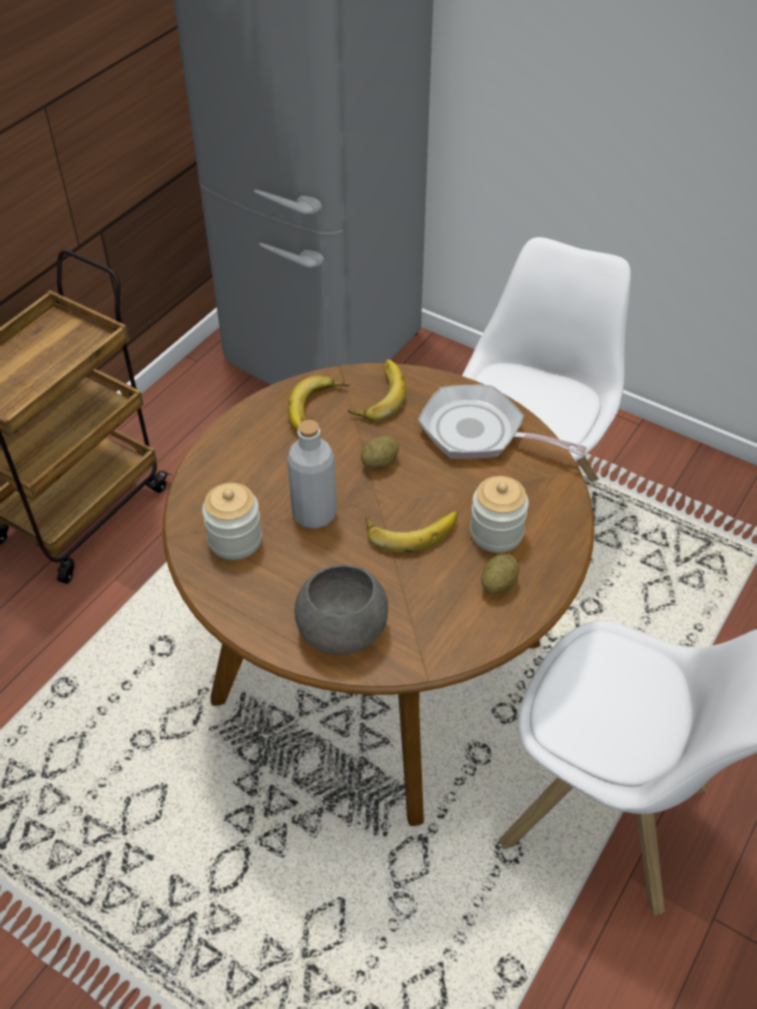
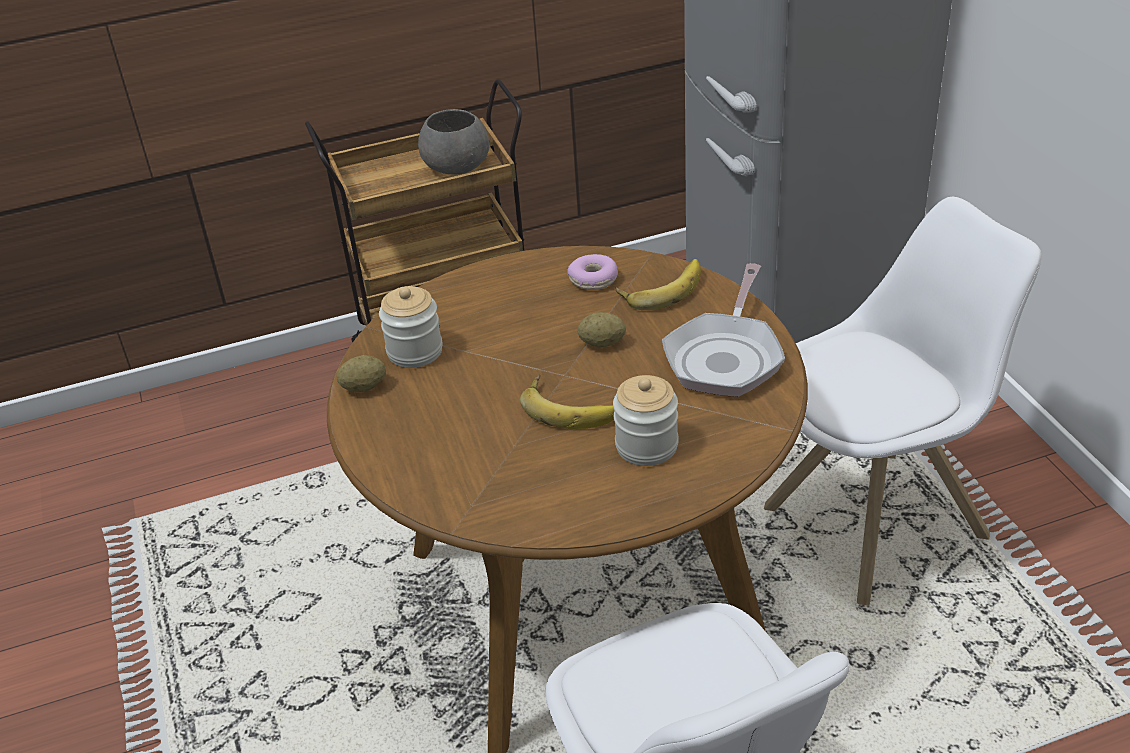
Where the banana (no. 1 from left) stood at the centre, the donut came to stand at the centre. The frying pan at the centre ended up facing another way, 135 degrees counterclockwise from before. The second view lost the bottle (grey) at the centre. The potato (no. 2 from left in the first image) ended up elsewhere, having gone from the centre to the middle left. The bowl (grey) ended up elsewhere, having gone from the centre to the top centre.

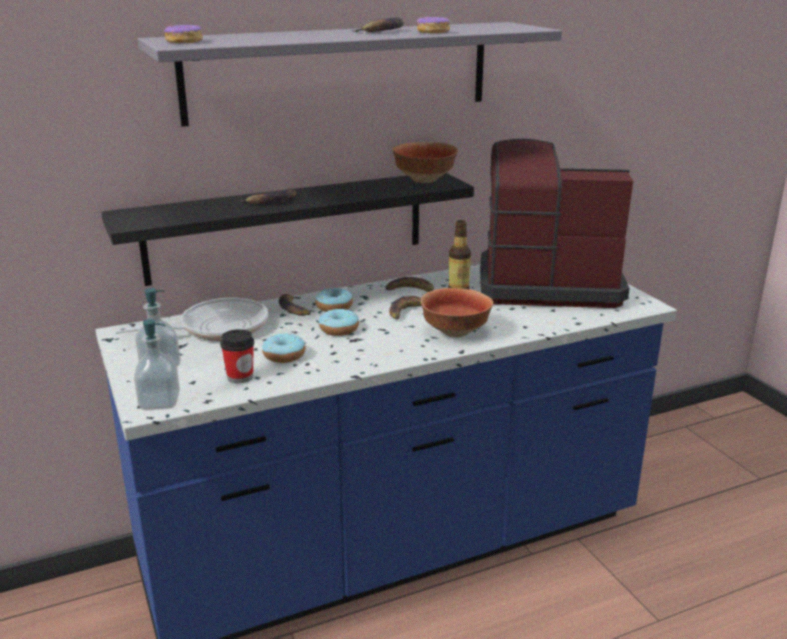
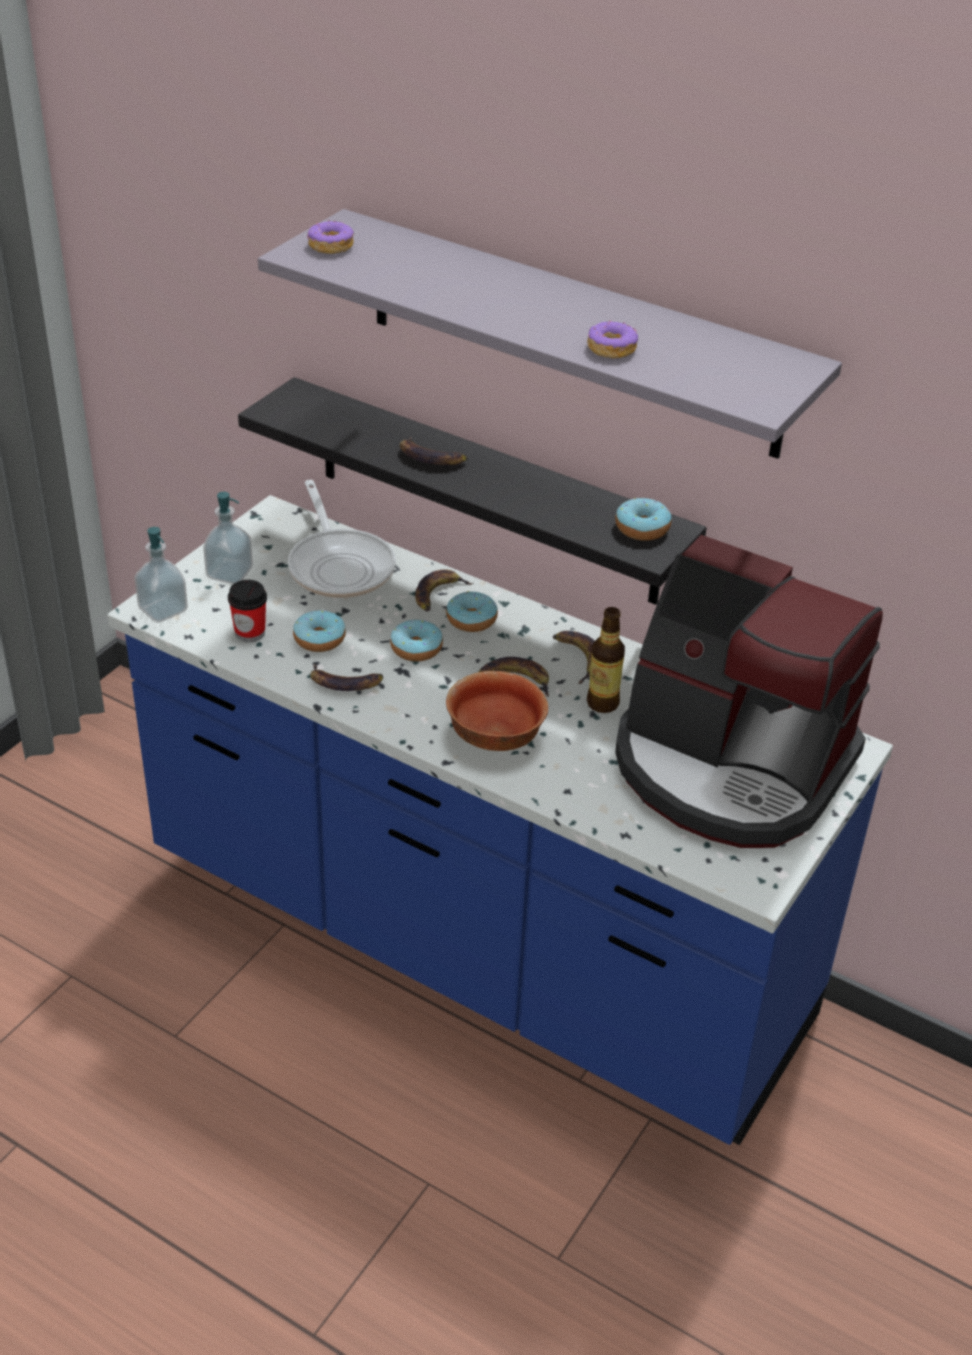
The banana (no. 3 from left in the first image) ended up elsewhere, having gone from the top centre to the centre. The coffee machine at the middle right ended up facing another way, 150 degrees clockwise from before. Where the bowl (no. 1 from left) stood at the top centre, the donut (no. 6 from left) came to stand at the centre. The frying pan at the middle left ended up facing another way, 45 degrees clockwise from before.

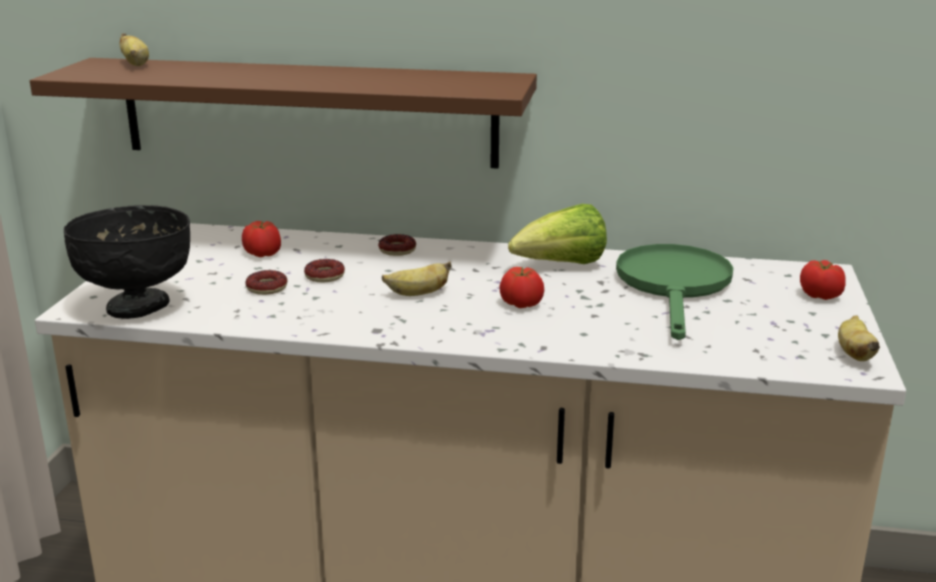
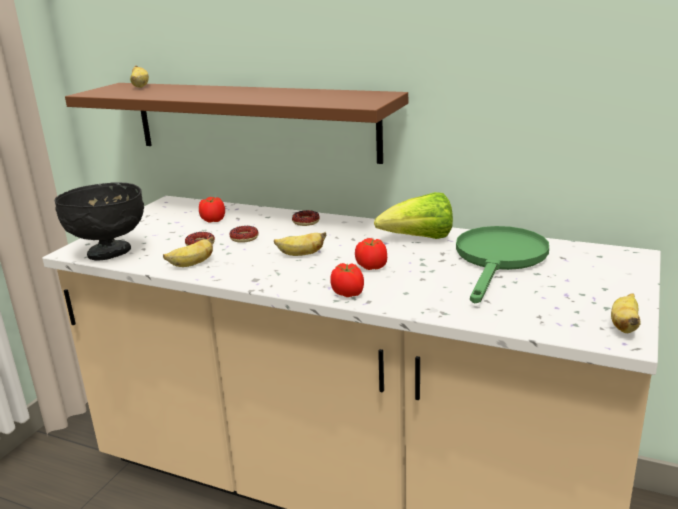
The tomato (no. 3 from left in the first image) ended up elsewhere, having gone from the middle right to the centre. The second view gained the banana (no. 2 from left) at the middle left.

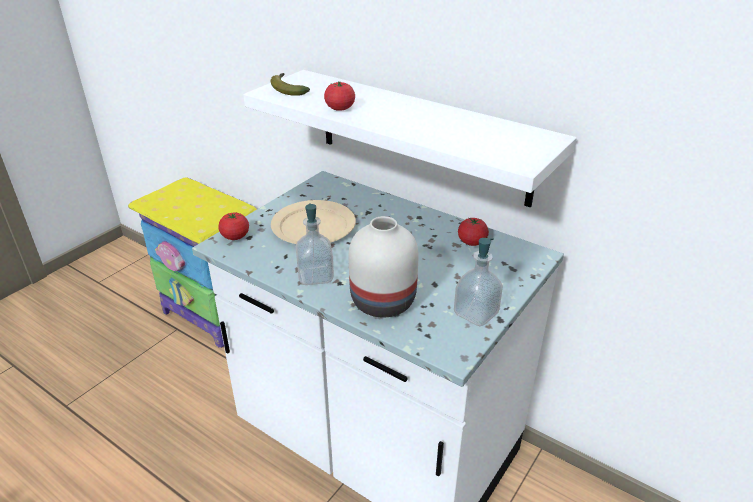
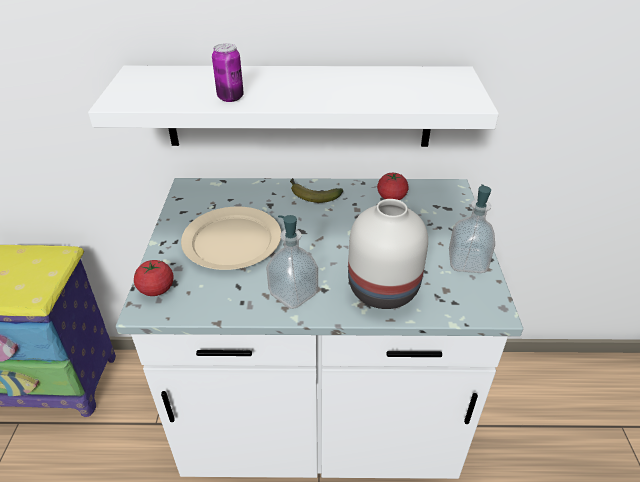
The banana ended up elsewhere, having gone from the top centre to the centre. Where the tomato (no. 2 from left) stood at the top centre, the can came to stand at the top centre.

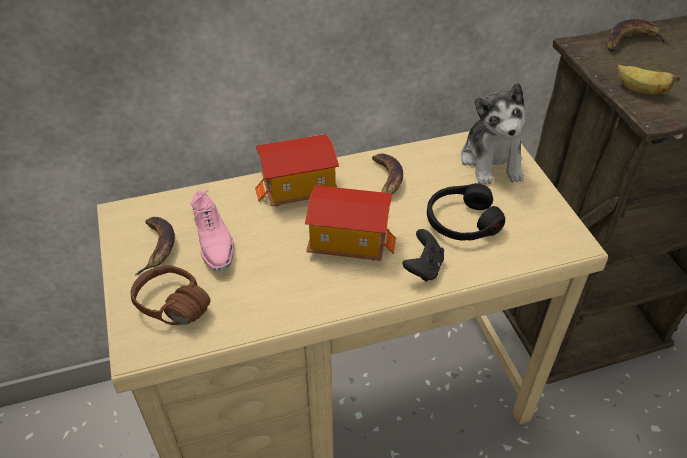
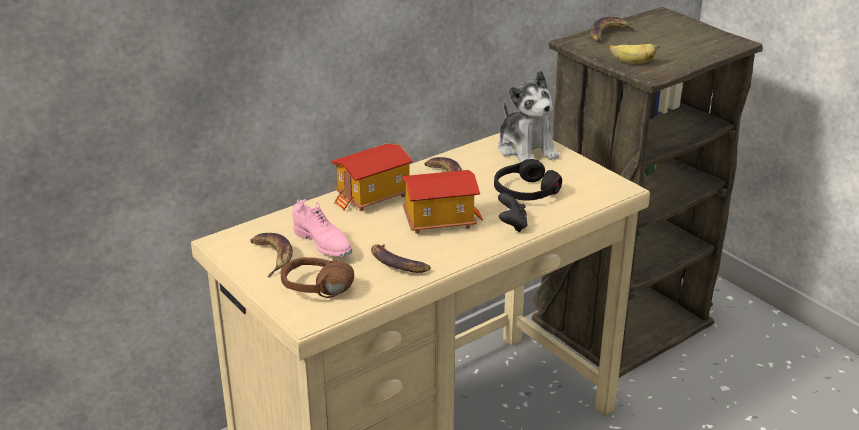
The second view gained the banana (no. 2 from left) at the centre.

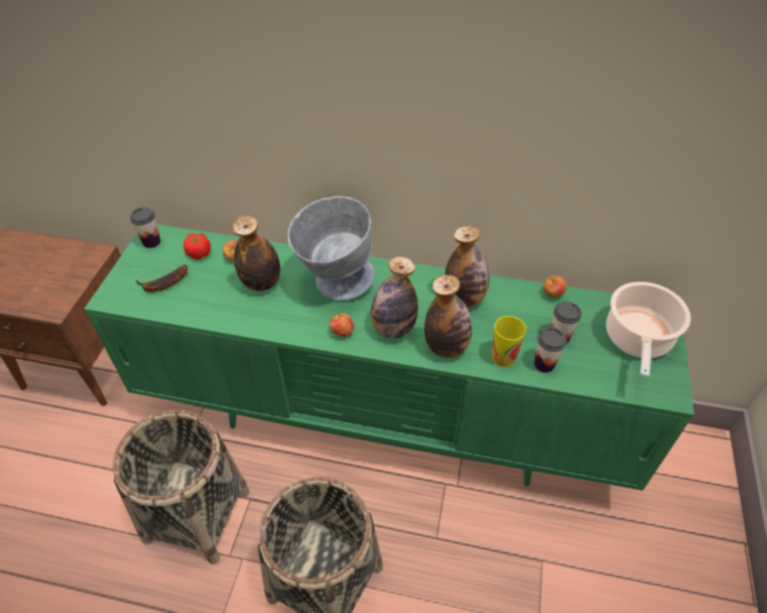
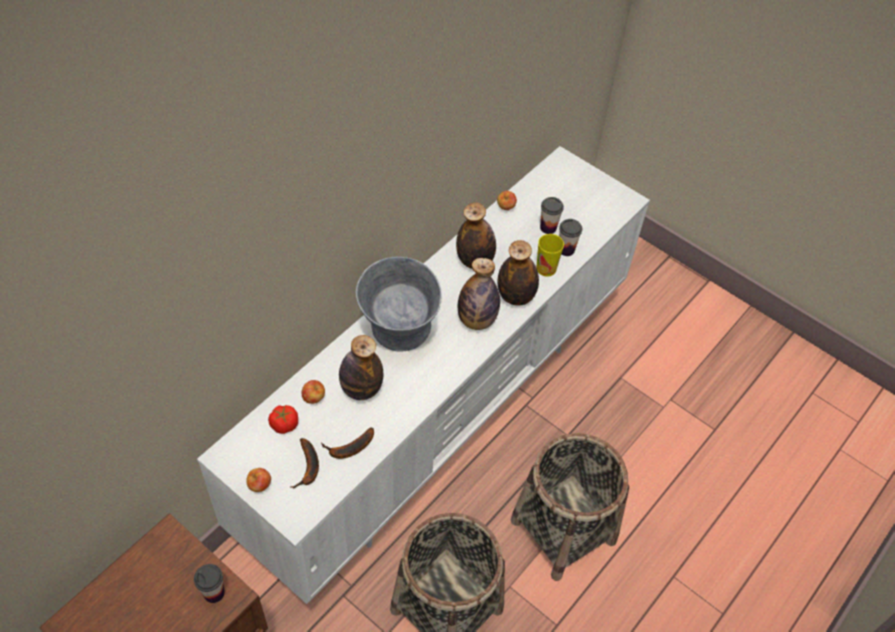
The cup (no. 1 from left) ended up elsewhere, having gone from the middle left to the bottom left. What was the cabinet (green) at the centre turned into the cabinet (white) at the centre. The second view lost the cooking pot at the middle right. The apple (no. 2 from left in the first image) ended up elsewhere, having gone from the centre to the bottom left. The second view gained the banana (no. 2 from left) at the bottom centre.

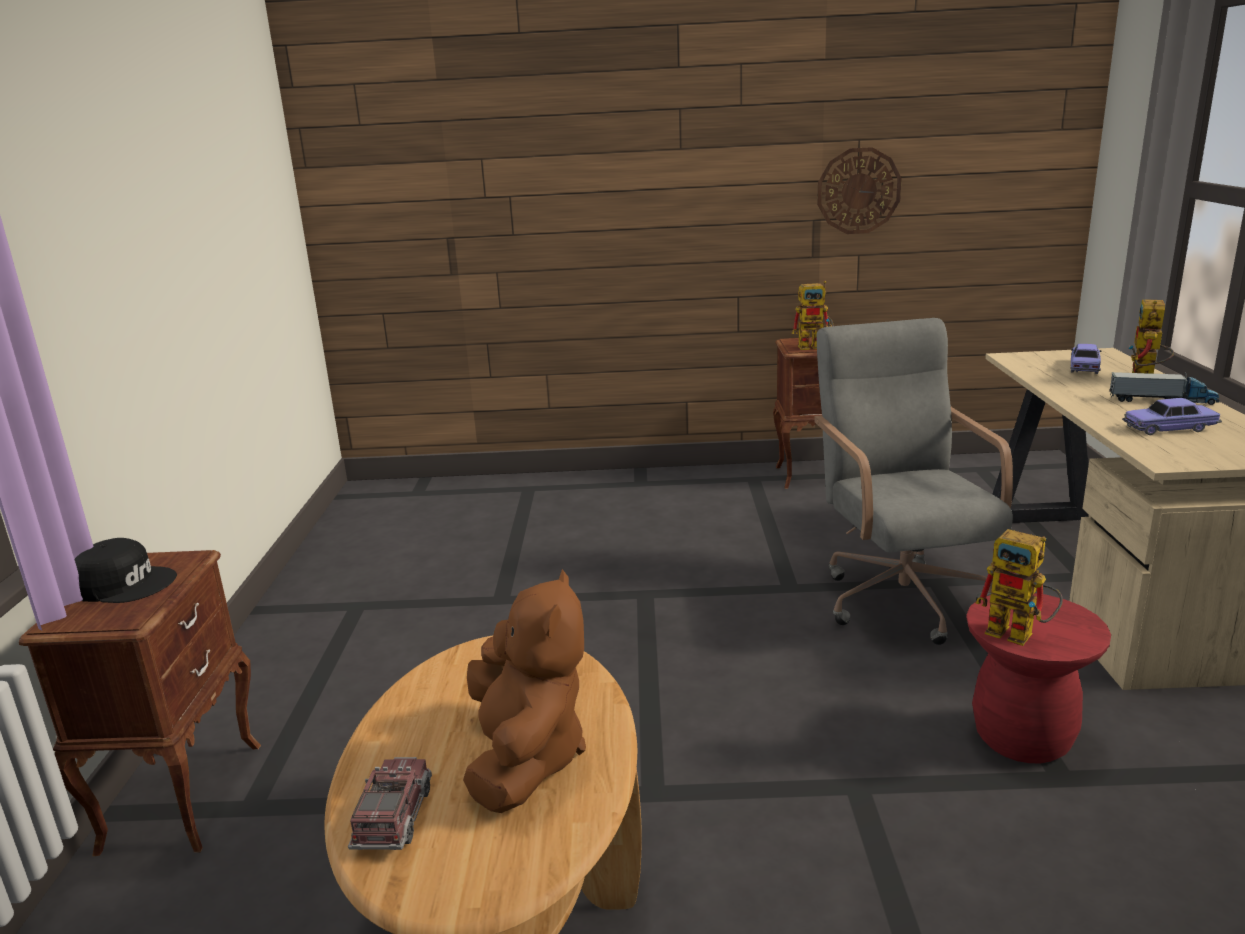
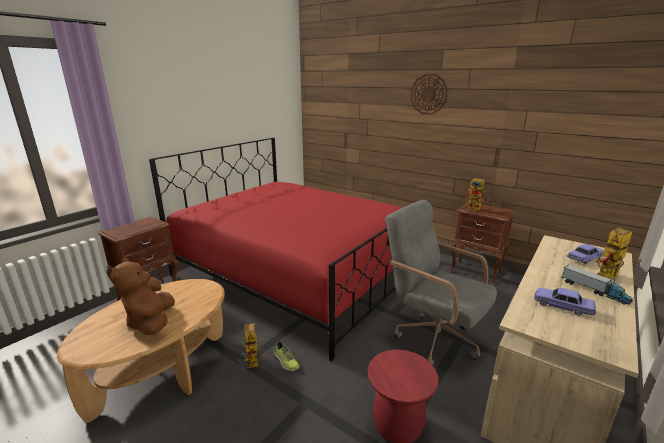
The wall clock ended up elsewhere, having gone from the top right to the top centre. The office chair (grey) at the middle right ended up facing another way, 75 degrees counterclockwise from before. The toy robot (no. 2 from left in the first image) ended up elsewhere, having gone from the middle right to the bottom centre. The second view lost the cap (black) at the middle left. The plush toy (brown) at the bottom centre ended up facing another way, 135 degrees clockwise from before. The second view lost the toy truck (no. 1 from left) at the bottom left. The second view gained the bed (red) at the centre. The second view gained the shoe at the bottom centre.

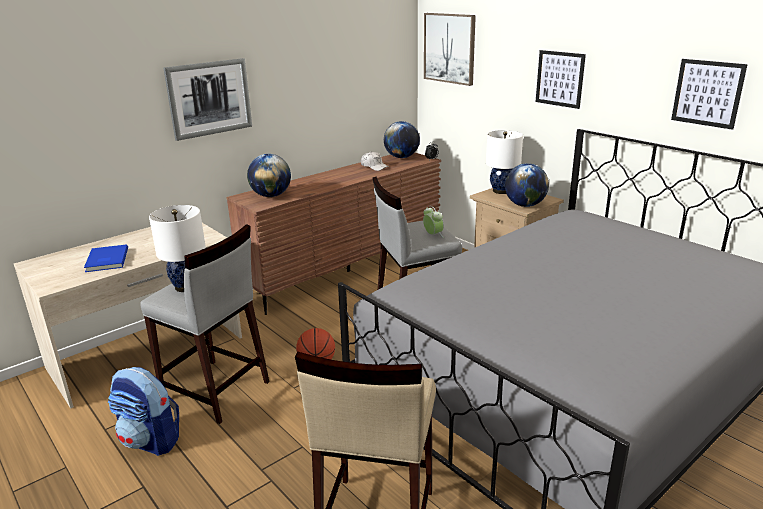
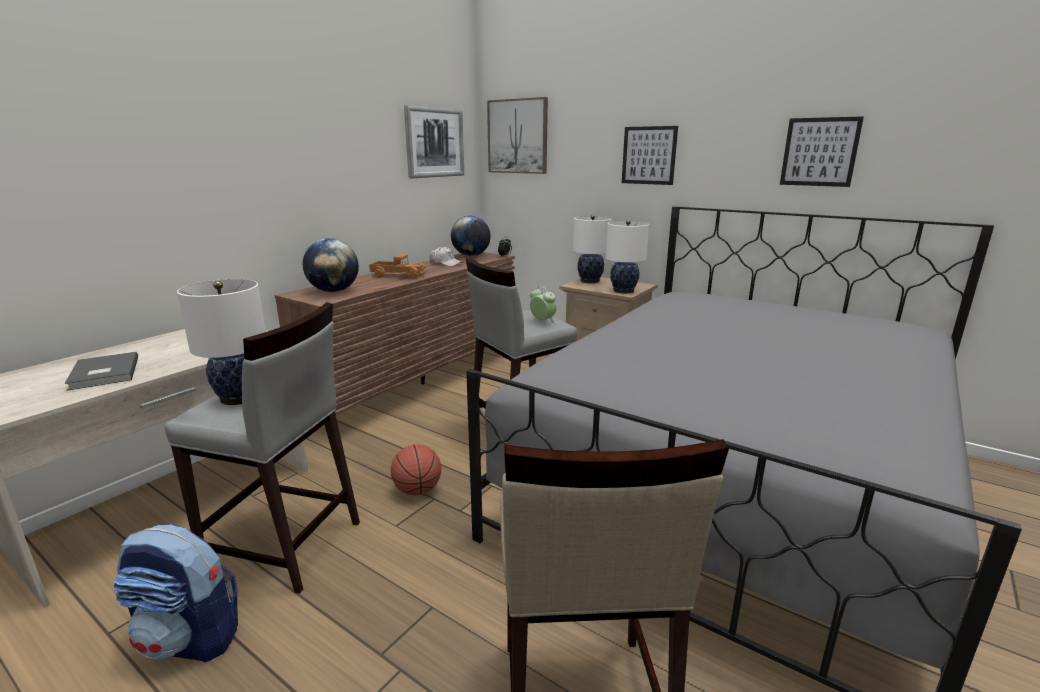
The picture (no. 1 from left) ended up elsewhere, having gone from the top left to the top centre. Where the globe (no. 3 from left) stood at the middle right, the table lamp (white) (no. 3 from left) came to stand at the centre. What was the book (blue) at the middle left turned into the book (grey) at the middle left. The second view gained the toy truck at the centre.

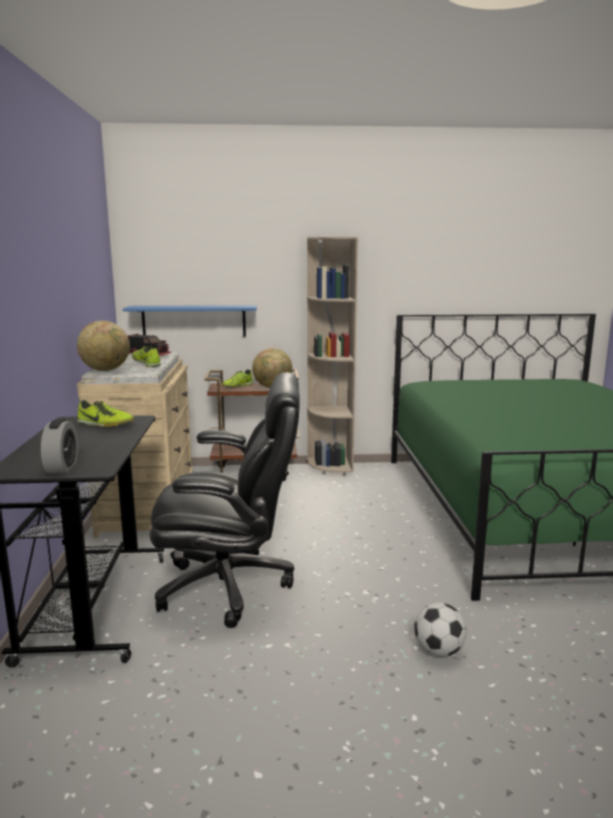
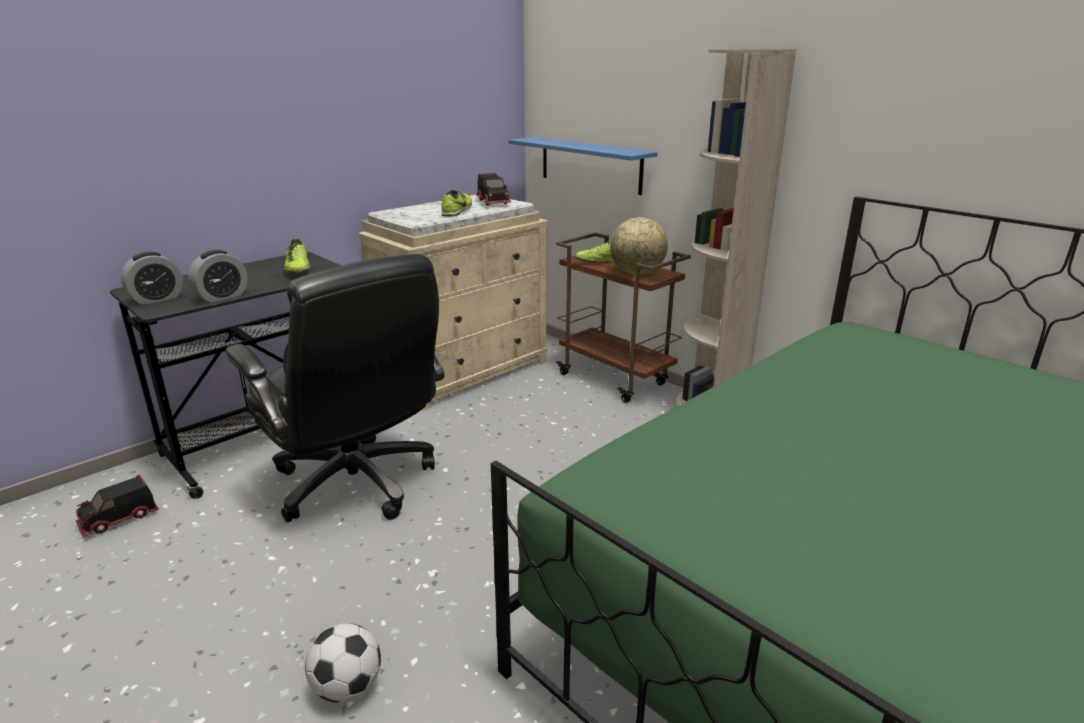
The second view lost the globe (no. 1 from left) at the middle left. The second view gained the alarm clock (no. 2 from left) at the middle left. The second view gained the toy truck (no. 1 from left) at the bottom left.

